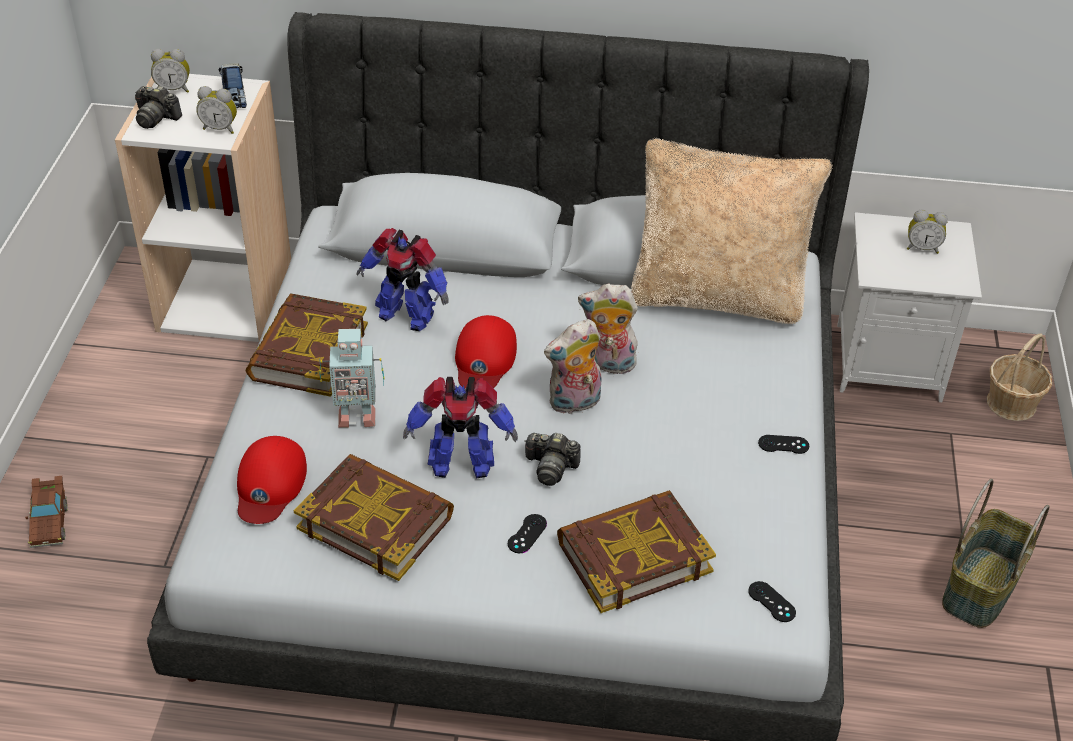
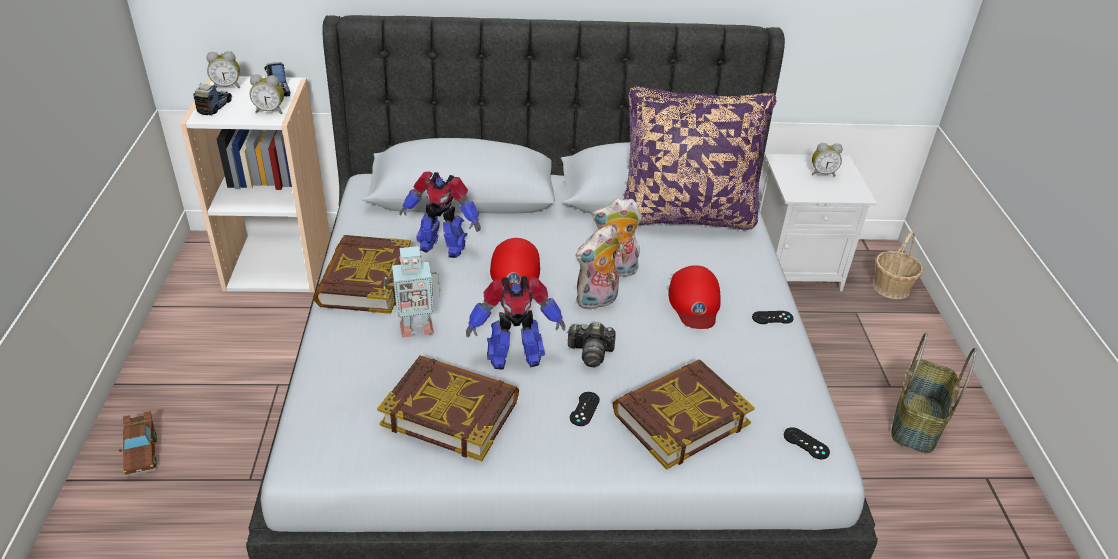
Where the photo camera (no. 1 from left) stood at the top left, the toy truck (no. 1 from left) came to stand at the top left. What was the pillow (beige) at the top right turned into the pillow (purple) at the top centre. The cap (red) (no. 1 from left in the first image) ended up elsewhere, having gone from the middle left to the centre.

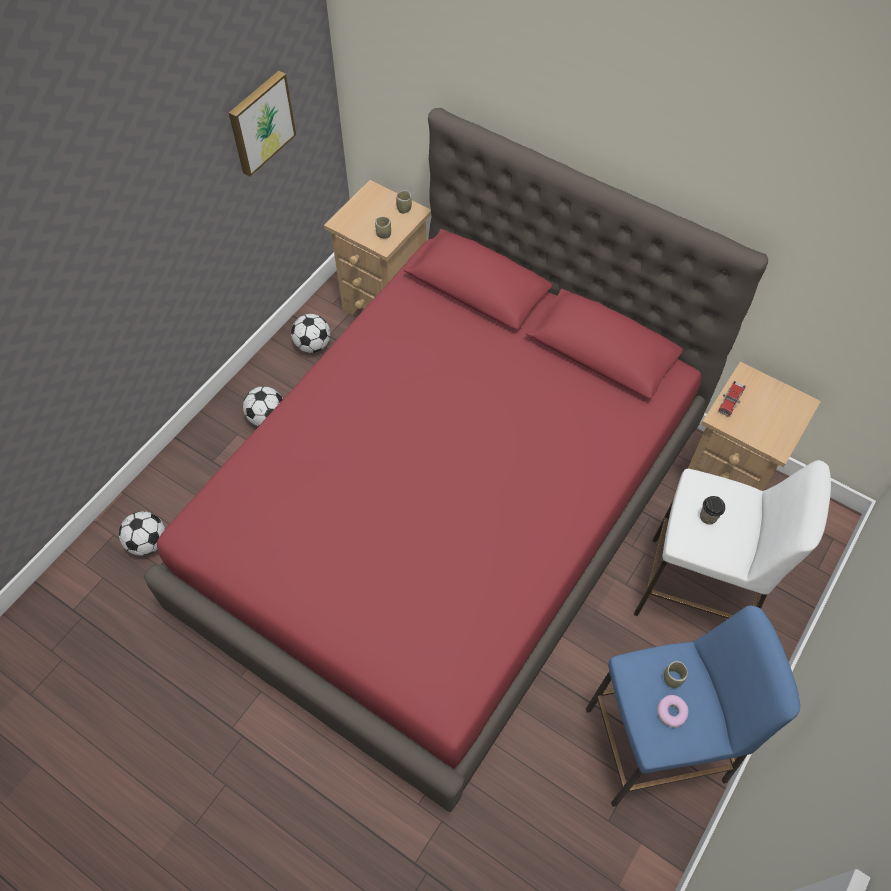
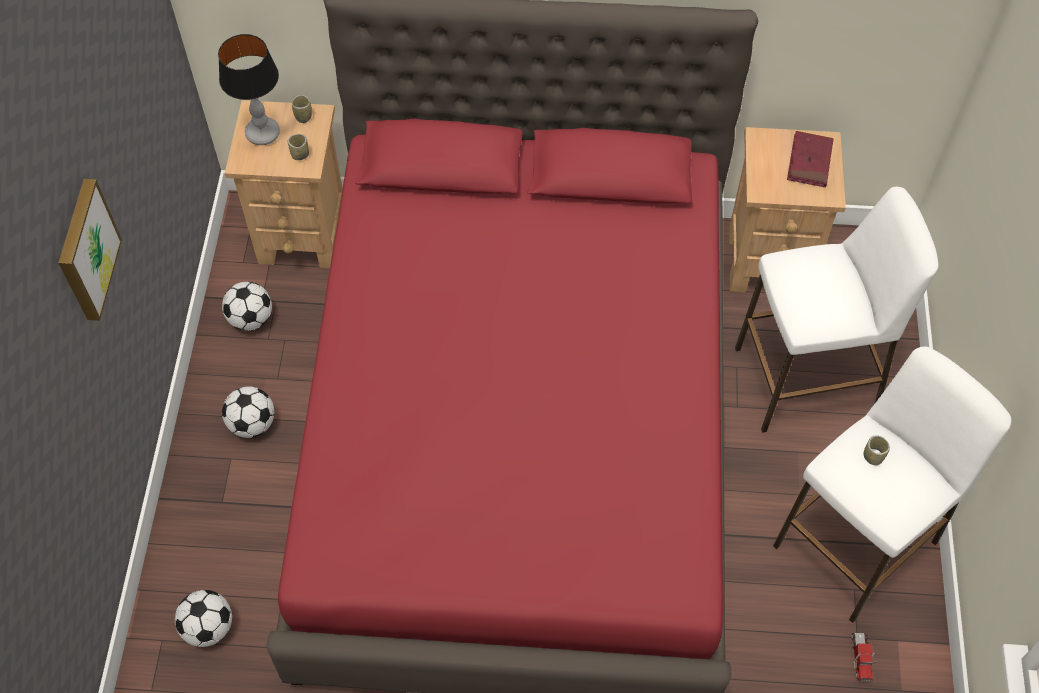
The picture ended up elsewhere, having gone from the top left to the middle left. The toy truck ended up elsewhere, having gone from the middle right to the bottom right. The second view lost the cup (no. 4 from left) at the middle right. What was the stool (blue) at the bottom right turned into the stool (white) (no. 2 from left) at the bottom right. The second view lost the donut at the bottom right. The second view gained the table lamp at the top left. The second view gained the book (red) at the top right.

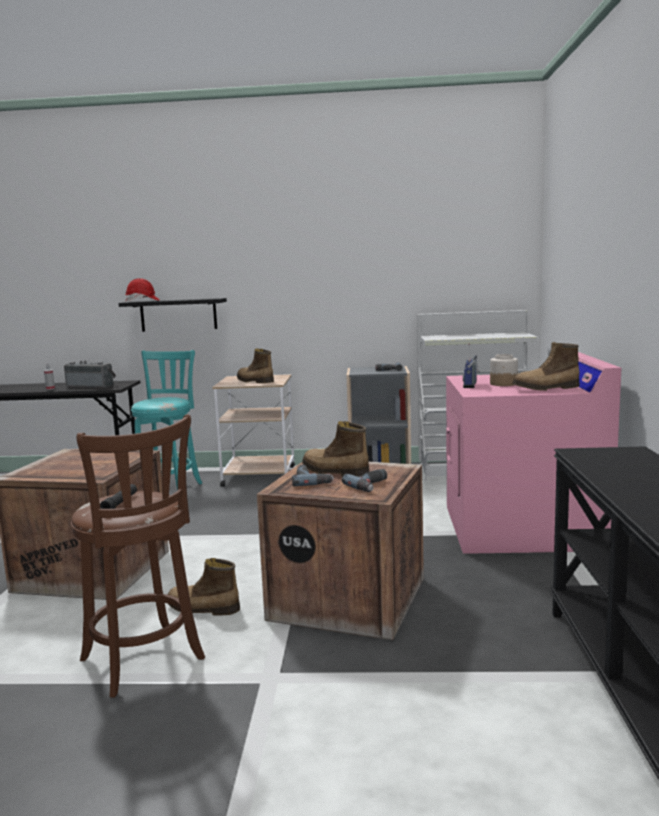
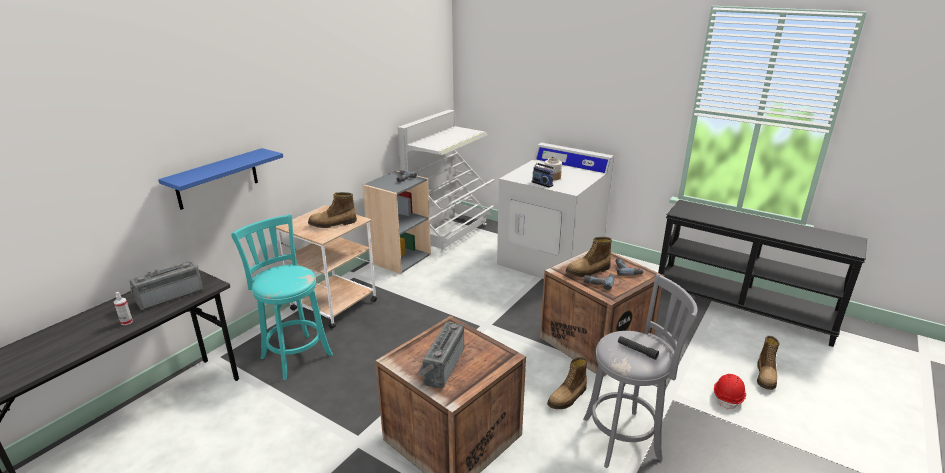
The hard hat (red) ended up elsewhere, having gone from the middle left to the bottom right. What was the shelf (black) at the middle left turned into the shelf (blue) at the middle left. The boot (no. 4 from left) ended up elsewhere, having gone from the middle right to the bottom right. What was the washing machine (pink) at the middle right turned into the washing machine (white) at the centre. What was the stool (brown) at the bottom left turned into the stool (grey) at the bottom right. The second view gained the radio (no. 2 from left) at the bottom centre.

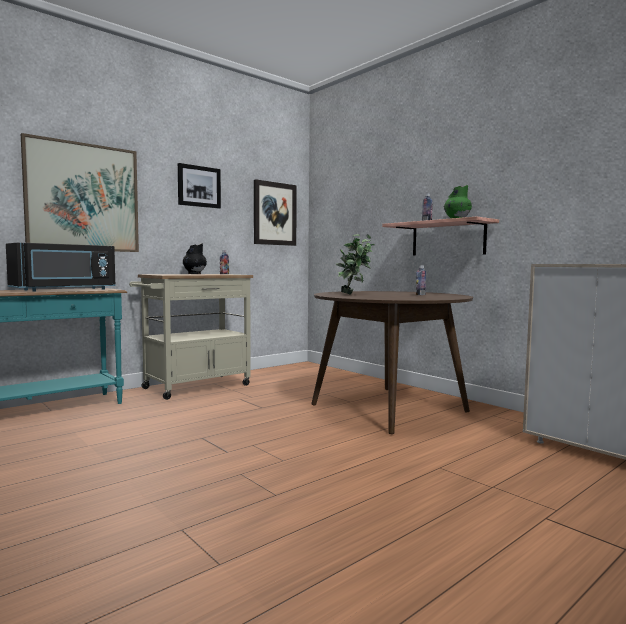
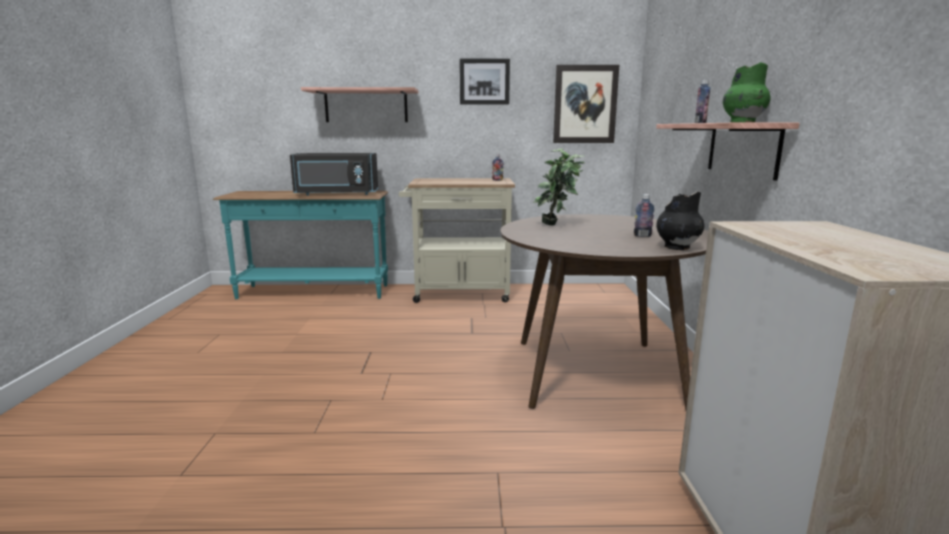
Where the picture (no. 1 from left) hung at the top left, the shelf (no. 1 from left) came to hang at the top centre. The vase (black) ended up elsewhere, having gone from the middle left to the middle right.

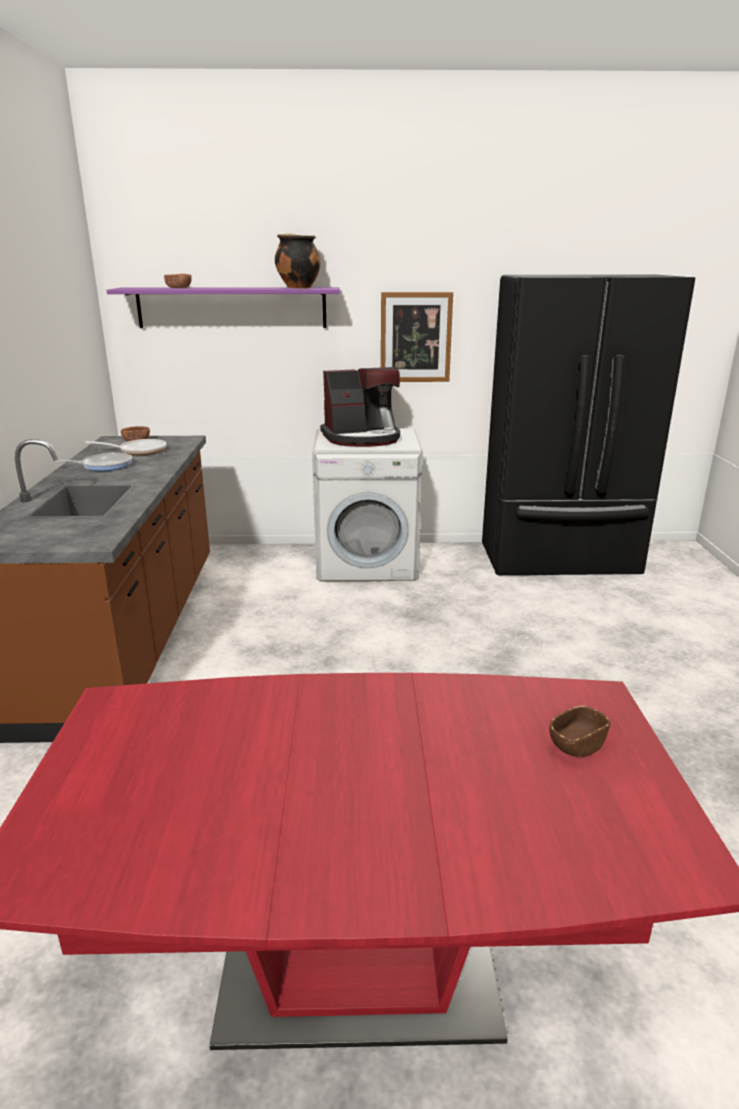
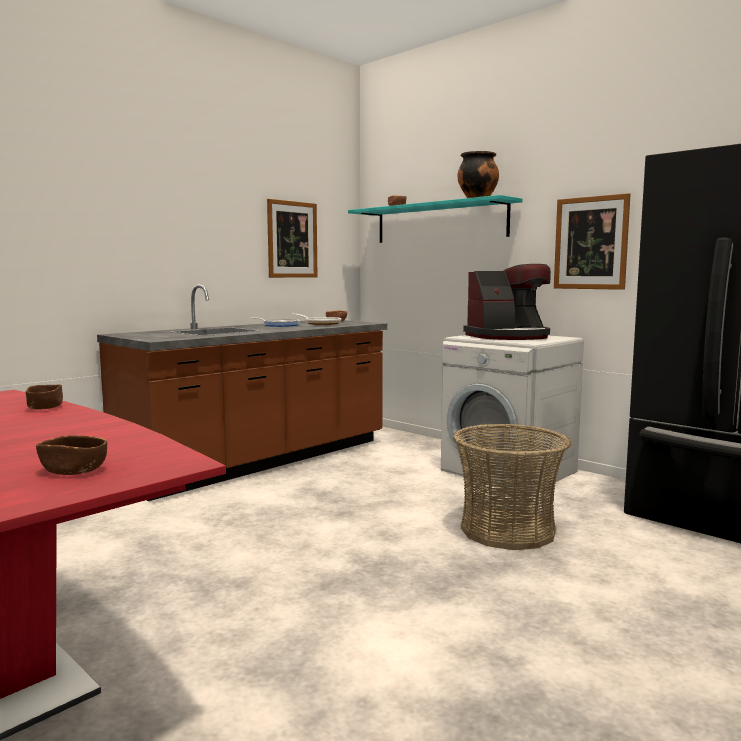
What was the shelf (purple) at the top left turned into the shelf (turquoise) at the top centre. The coffee machine at the centre ended up facing another way, 45 degrees counterclockwise from before. The second view gained the picture (no. 1 from left) at the top centre. The second view gained the bowl (brown) (no. 1 from left) at the middle left. The second view gained the basket at the middle right.

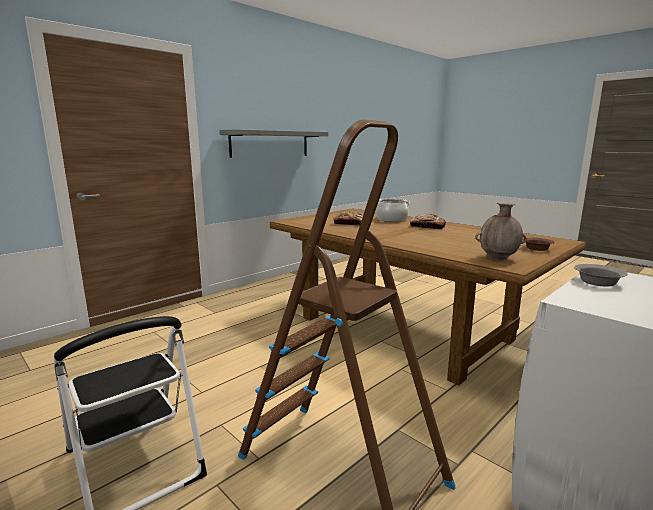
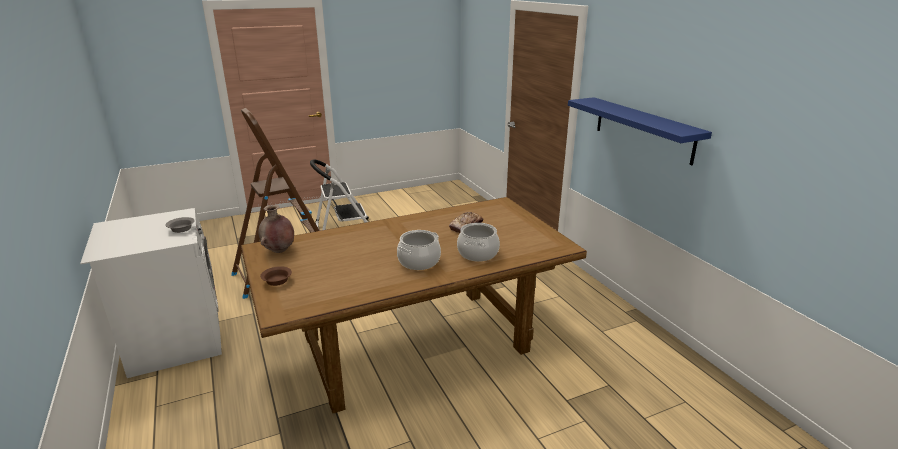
What was the shelf (grey) at the top centre turned into the shelf (blue) at the top right. Where the bread (no. 2 from left) stood at the centre, the cooking pot (no. 1 from left) came to stand at the centre.

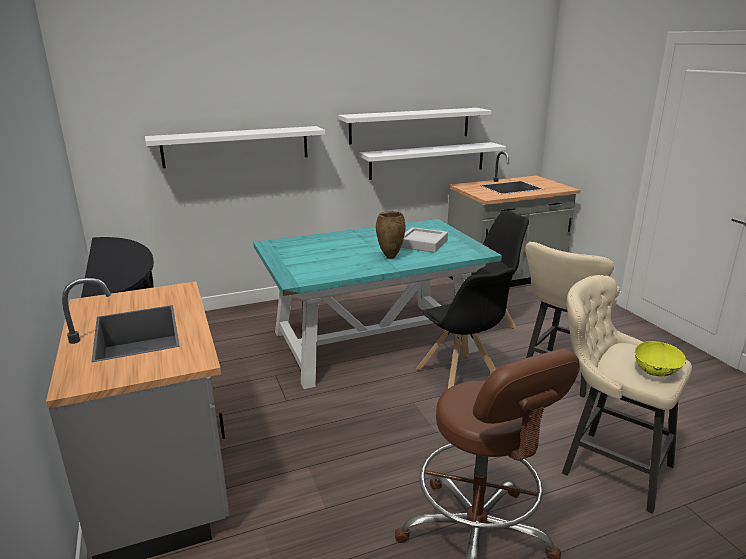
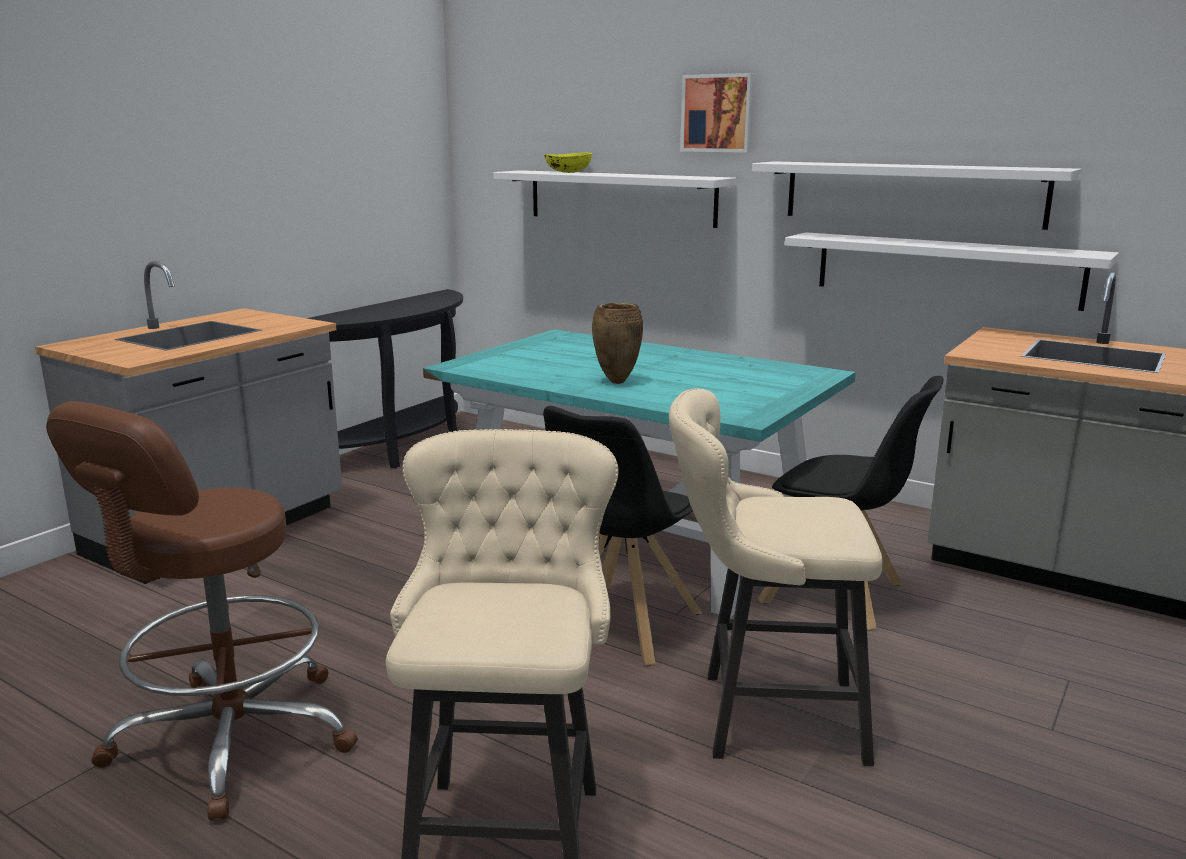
The second view lost the tray (grey) at the centre. The bowl (yellow) ended up elsewhere, having gone from the middle right to the top centre. The second view gained the picture at the top centre.

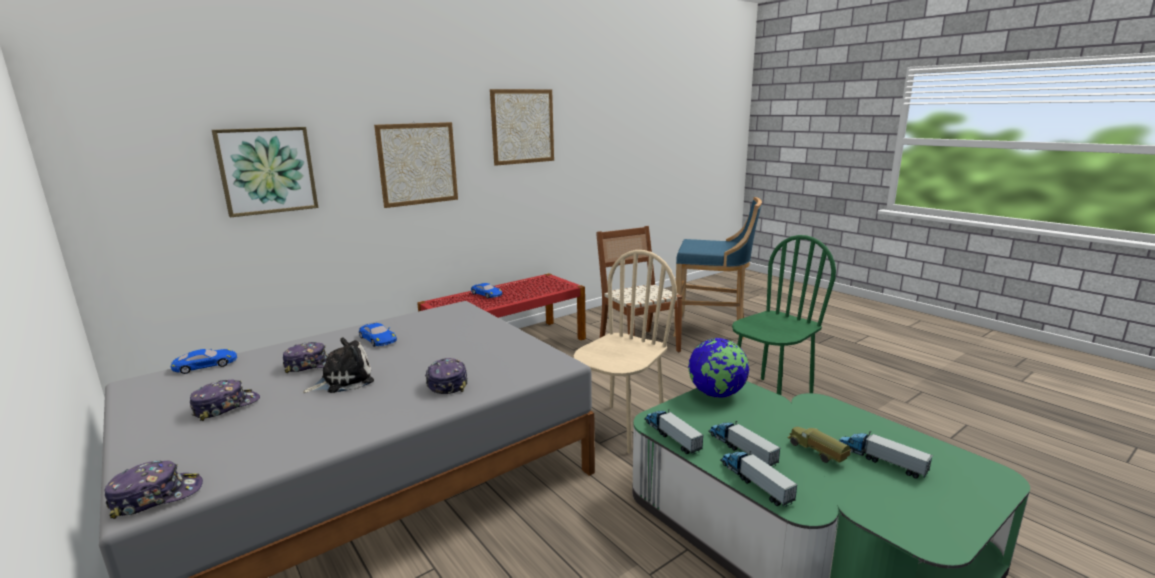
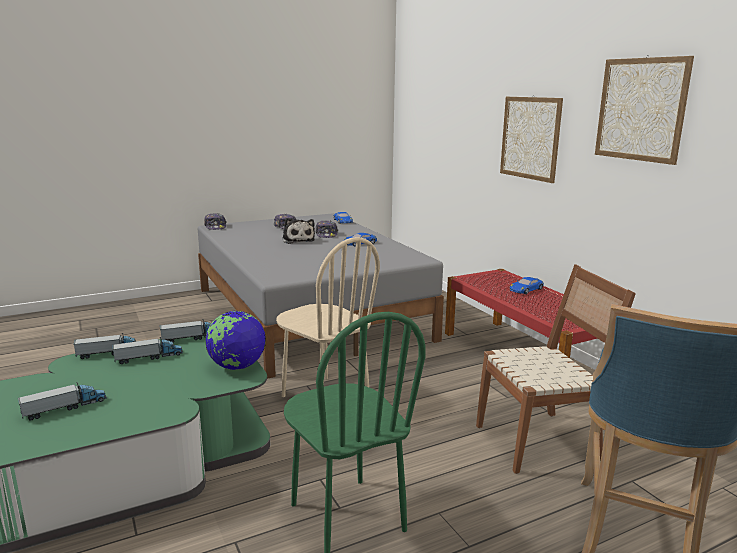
The second view lost the picture (no. 1 from left) at the top left. The second view lost the cap (no. 4 from left) at the centre. The second view lost the toy truck (no. 4 from left) at the bottom right.

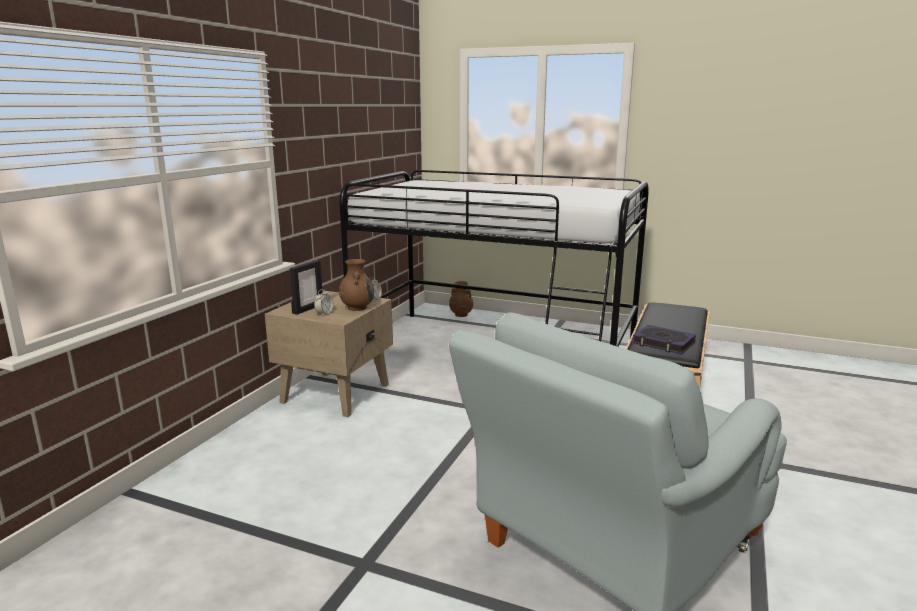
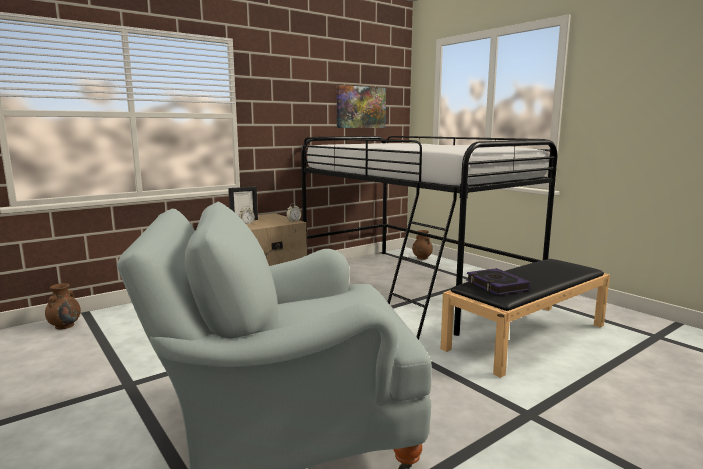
The vase (brown) (no. 1 from left) ended up elsewhere, having gone from the centre to the middle left. The second view gained the picture at the top centre.

